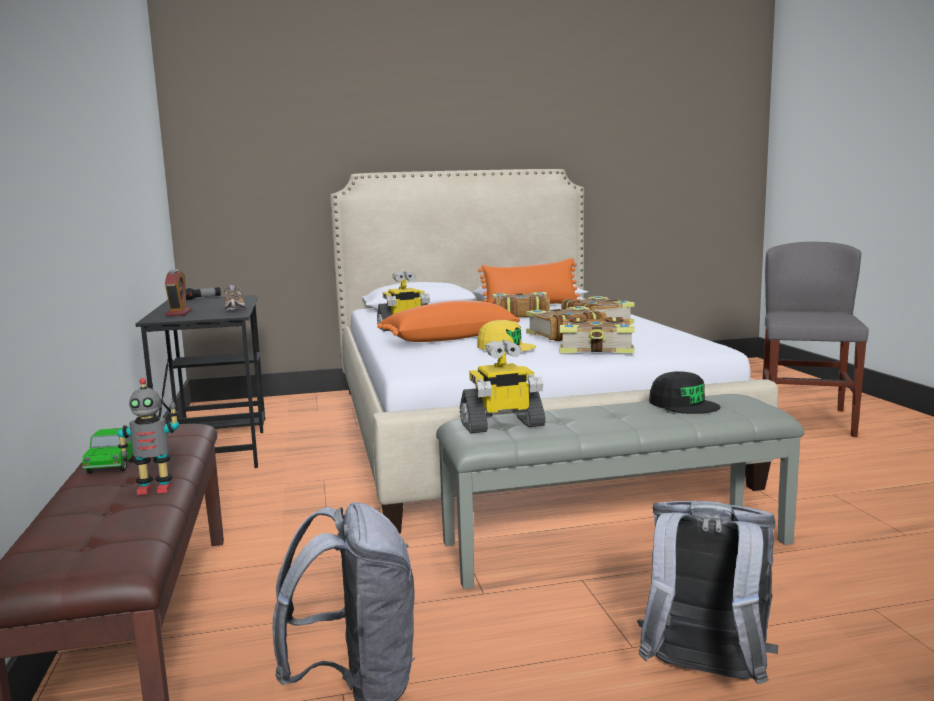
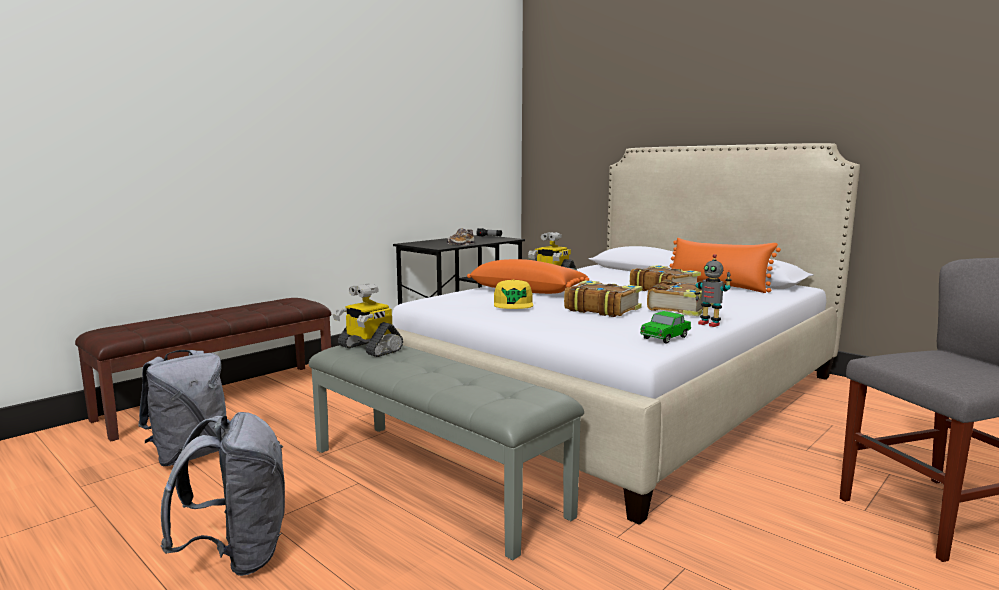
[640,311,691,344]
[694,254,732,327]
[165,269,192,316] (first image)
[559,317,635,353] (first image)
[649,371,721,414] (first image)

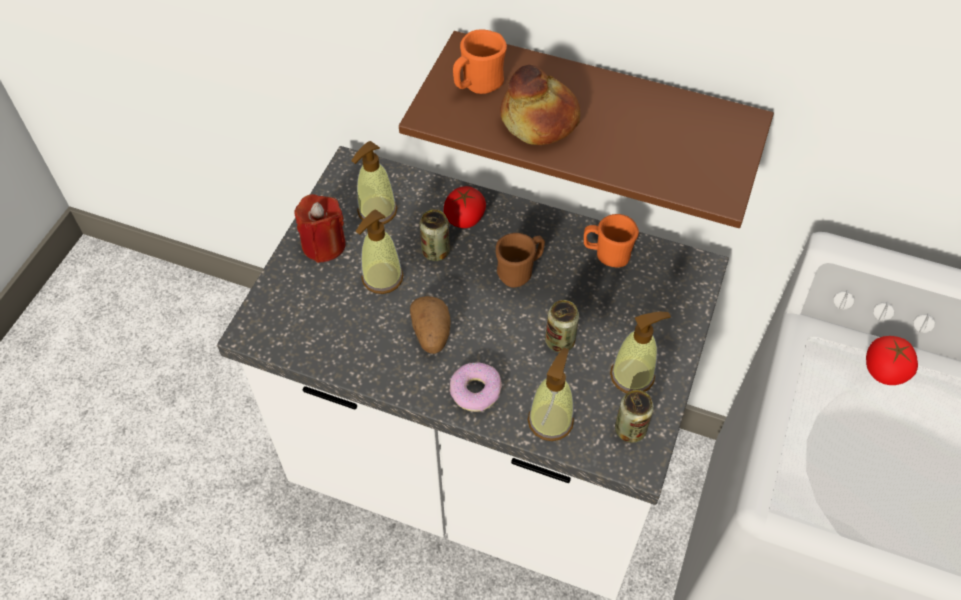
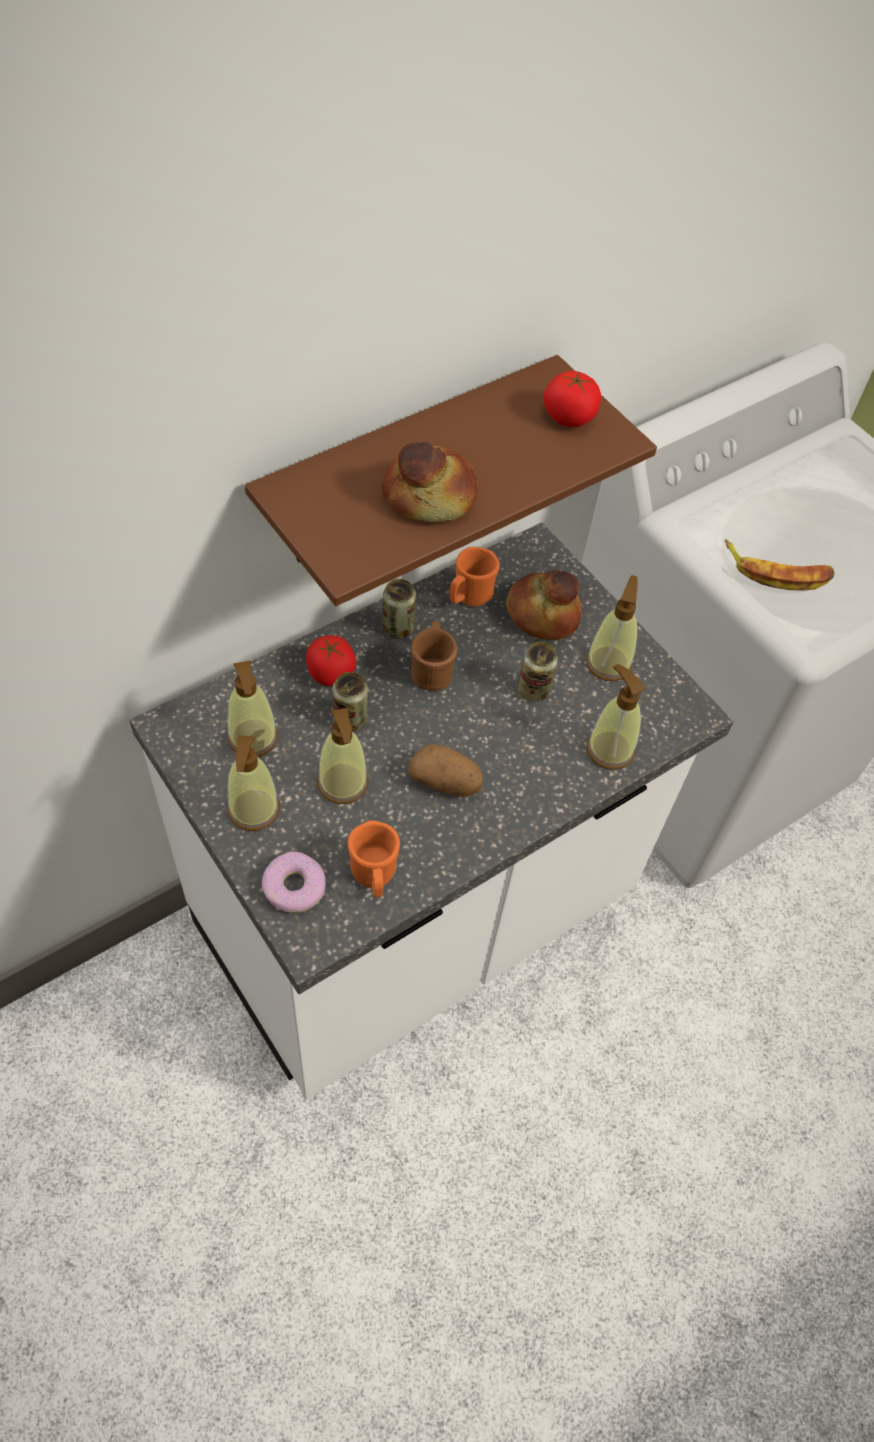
[227,735,280,831]
[262,852,325,913]
[348,820,400,897]
[382,579,416,639]
[506,570,582,640]
[543,371,601,427]
[725,539,835,591]

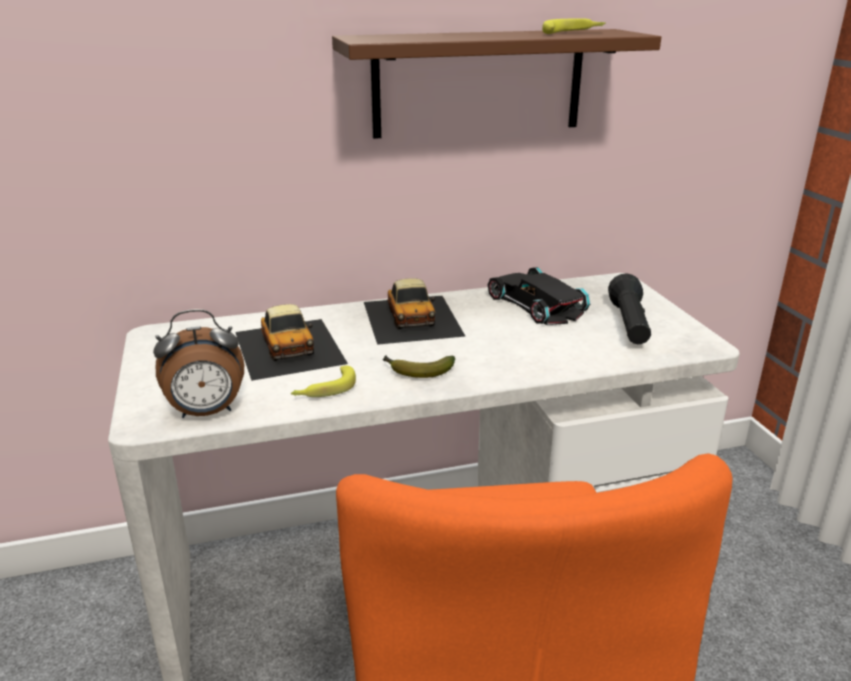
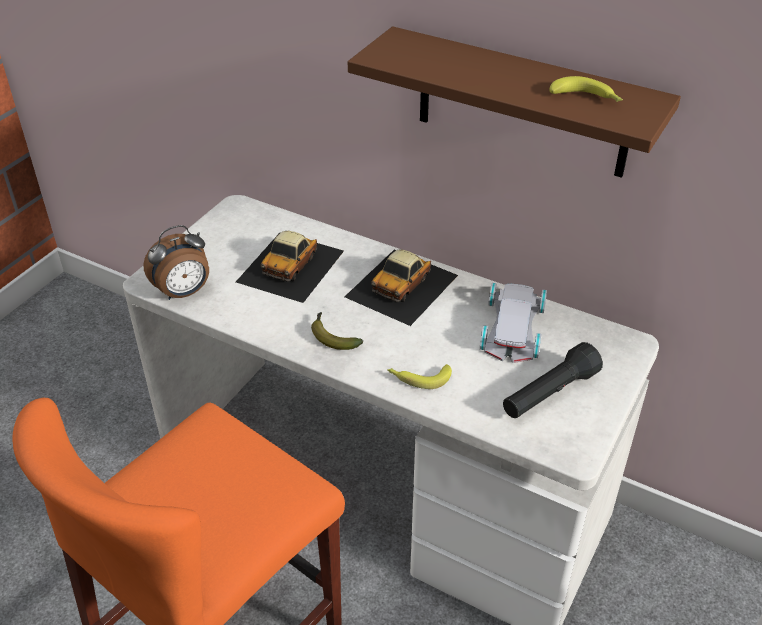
[143,225,209,300]
[387,364,452,389]
[480,283,547,363]

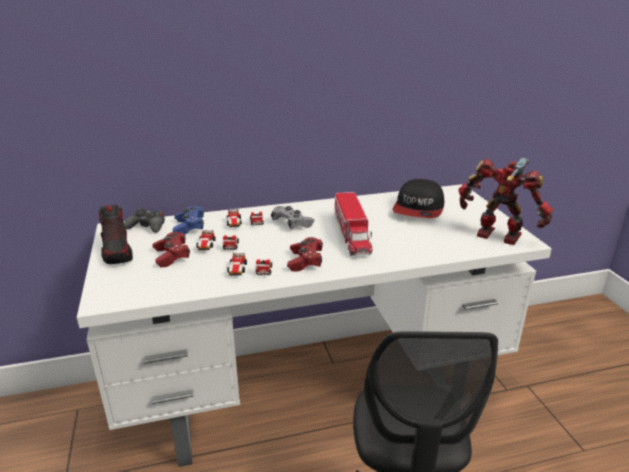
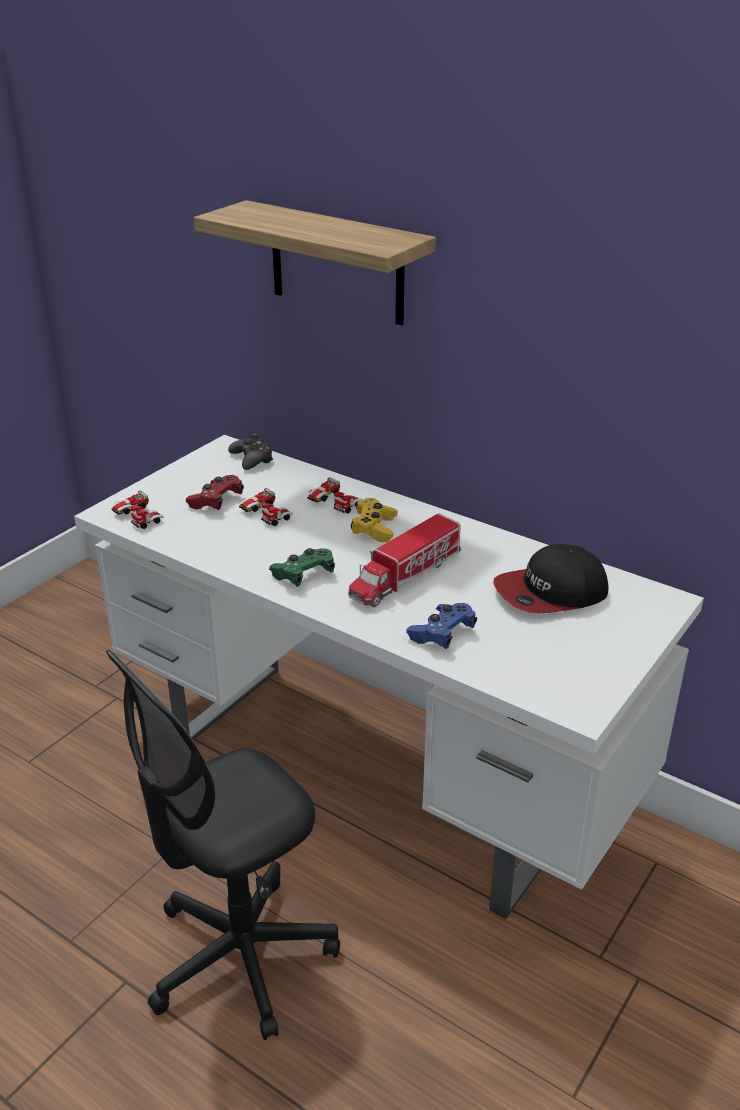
[111,490,164,529]
[194,200,436,326]
[269,548,335,587]
[351,498,398,542]
[406,603,477,649]
[99,205,133,264] (first image)
[458,157,553,245] (first image)

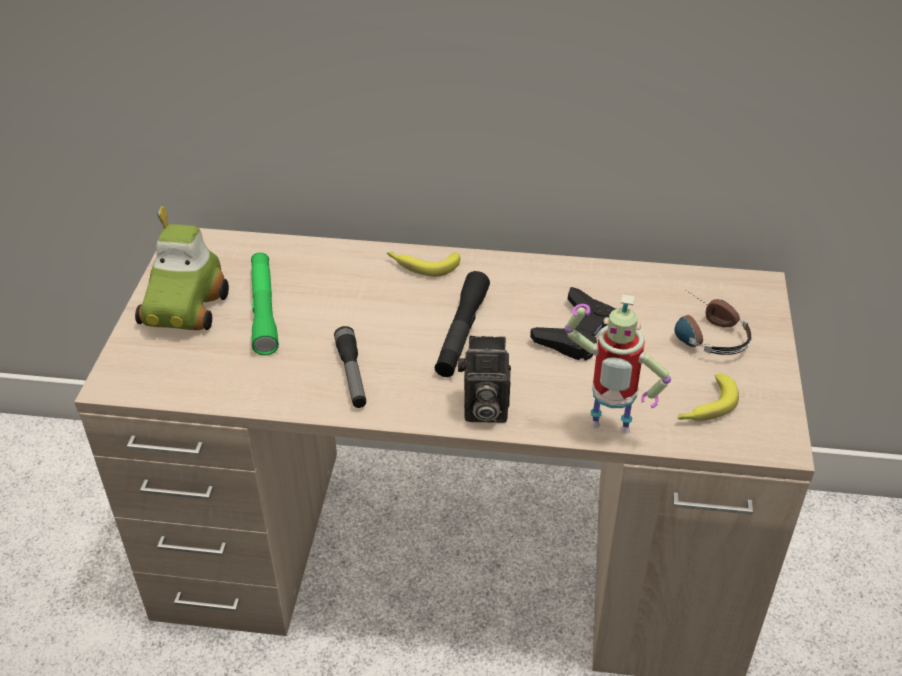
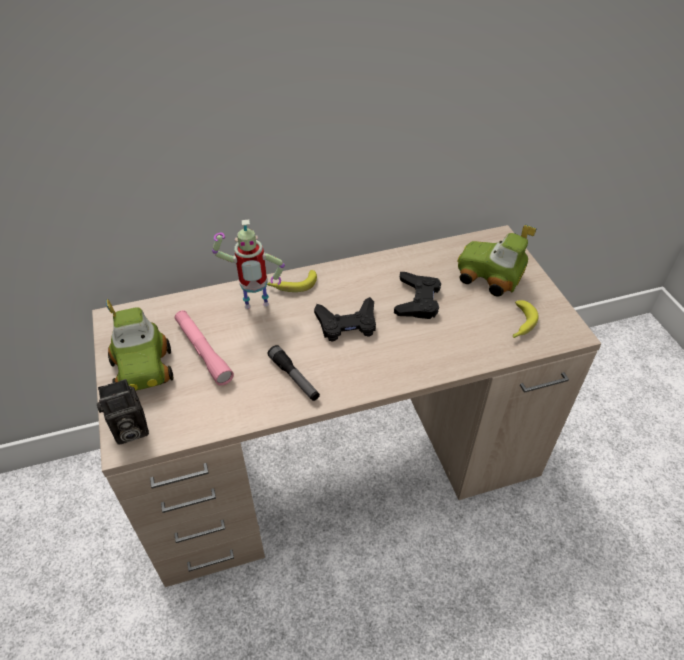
[97,379,149,445]
[174,310,234,386]
[212,220,285,309]
[314,297,376,342]
[457,225,536,297]

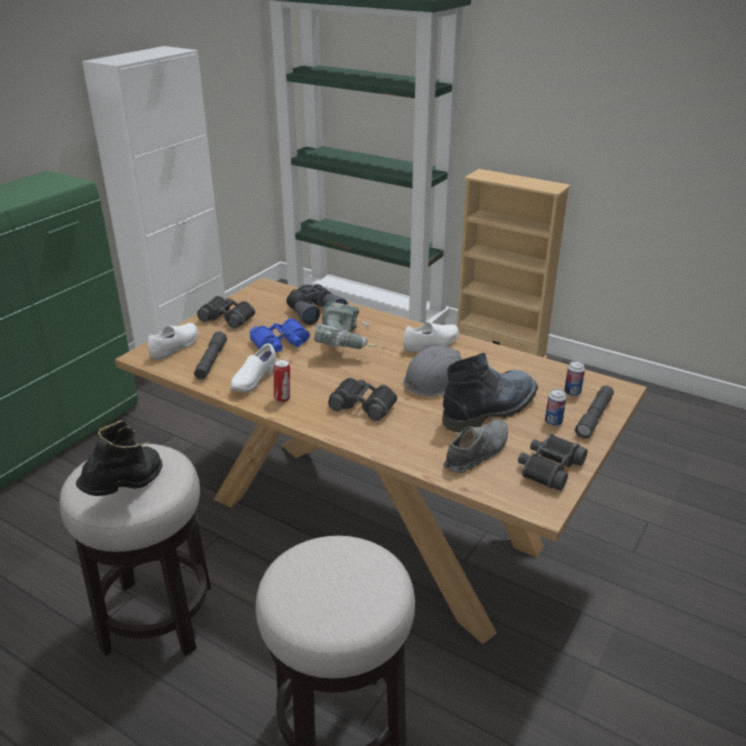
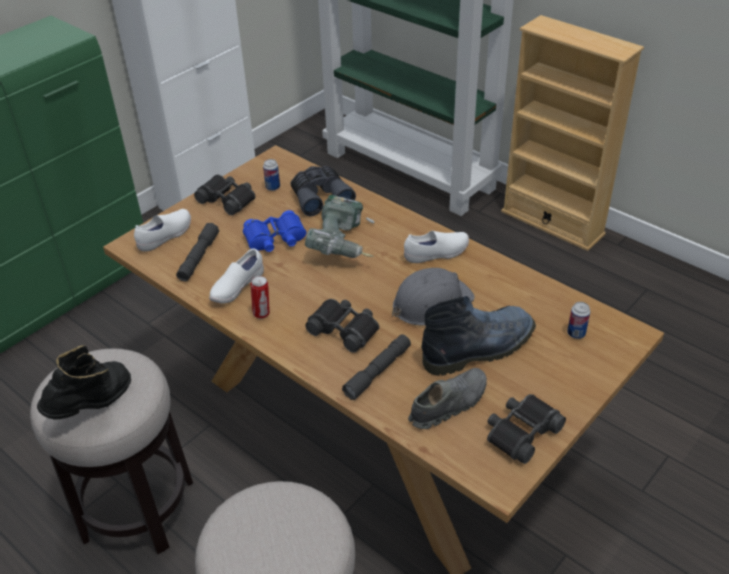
[263,159,280,191]
[342,334,411,400]

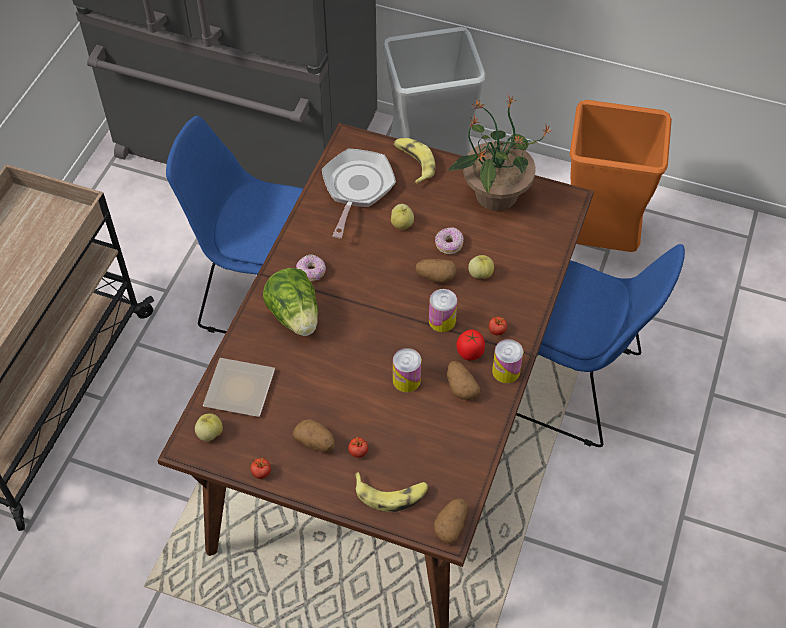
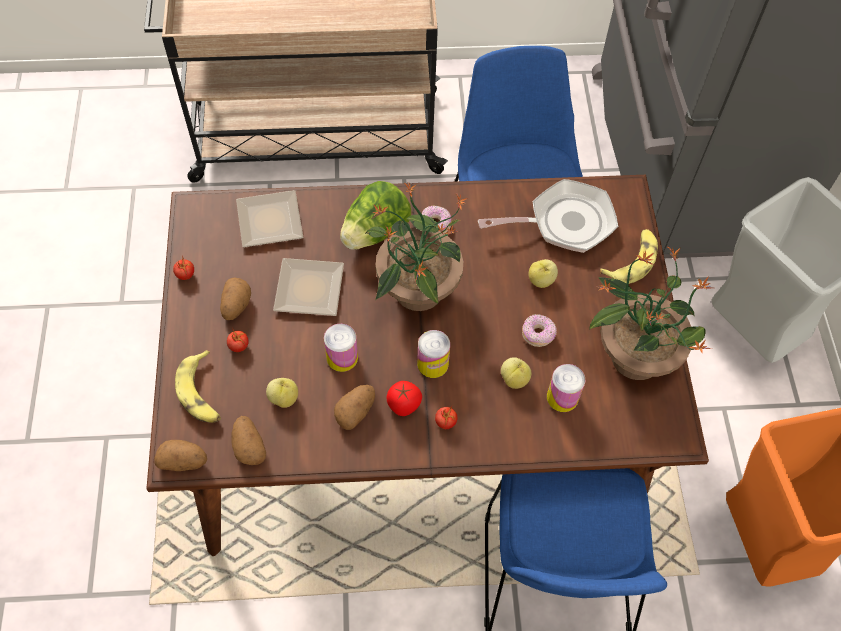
[231,416,266,465]
[266,378,298,408]
[273,258,344,316]
[365,182,468,311]
[547,364,585,412]

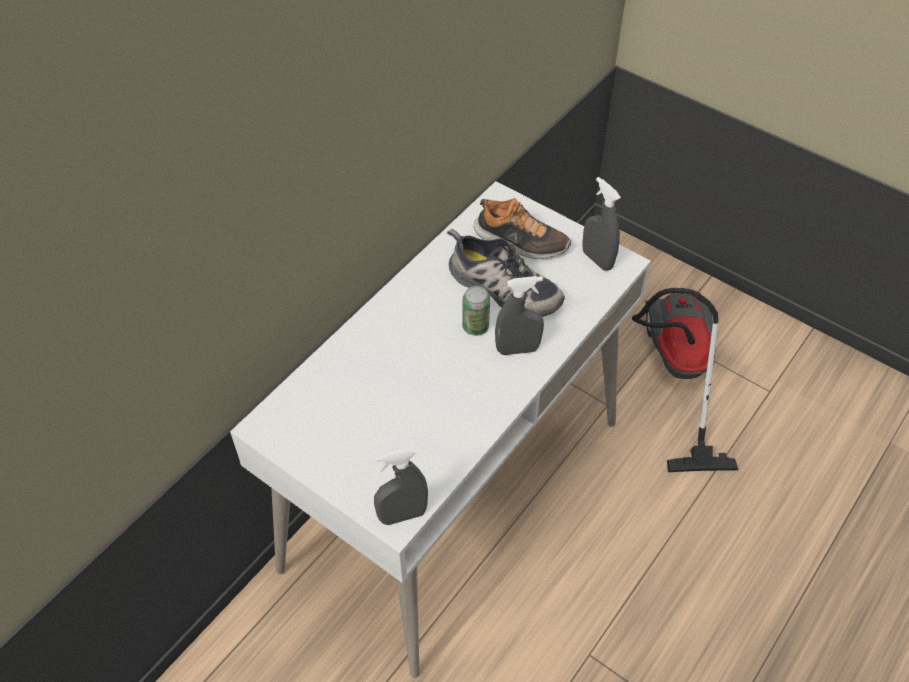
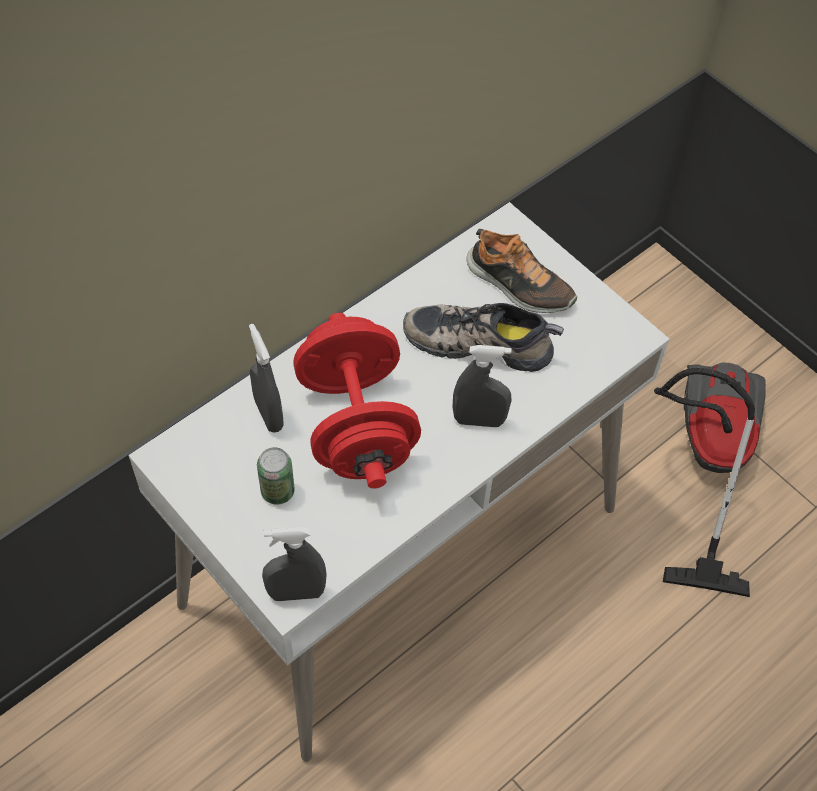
[249,324,284,433]
[257,447,295,505]
[293,313,421,488]
[403,303,564,372]

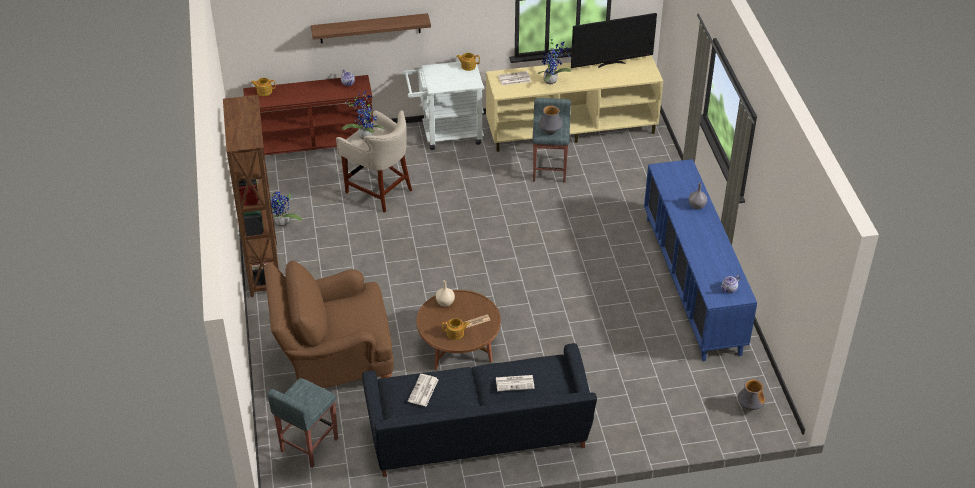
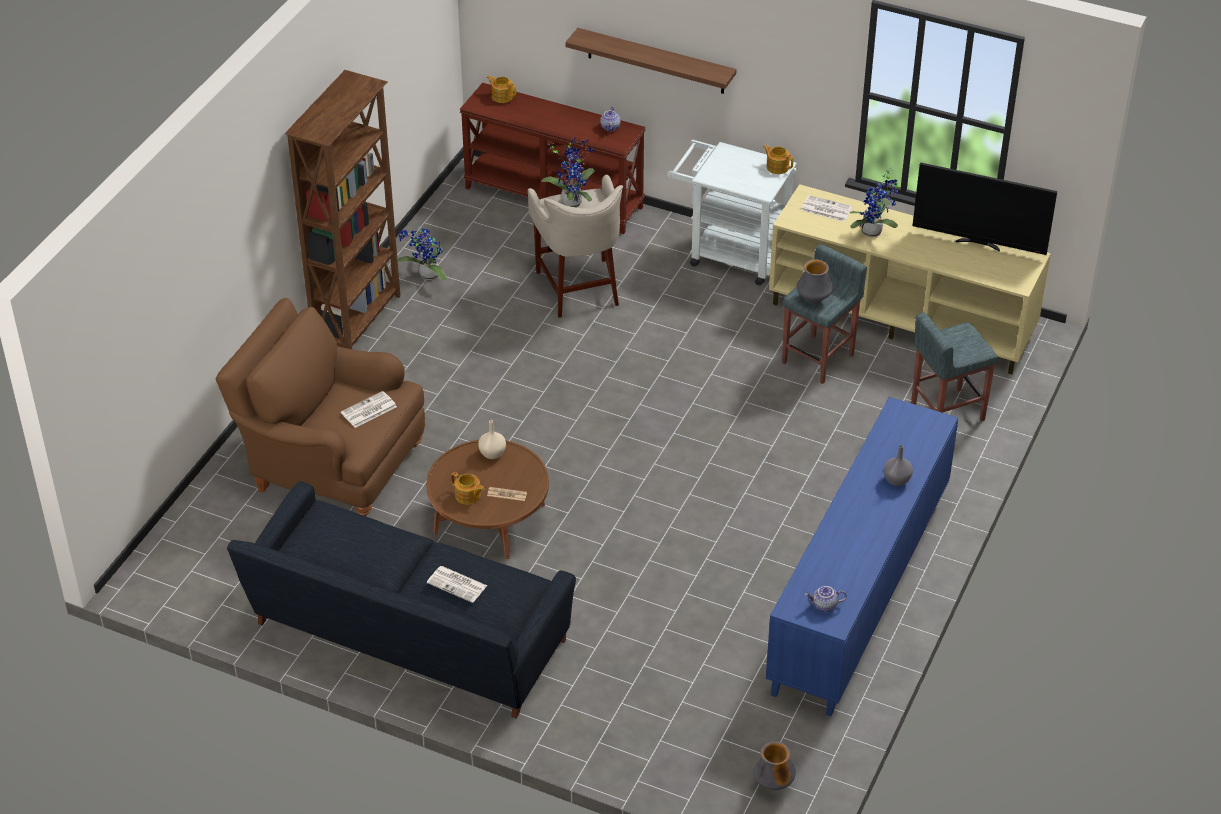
[341,391,397,428]
[911,312,998,421]

